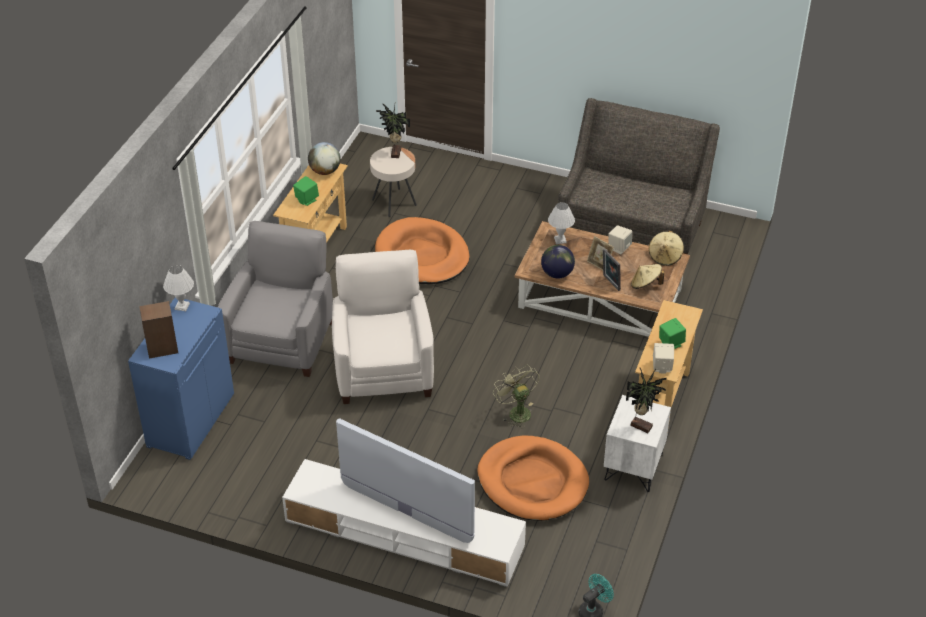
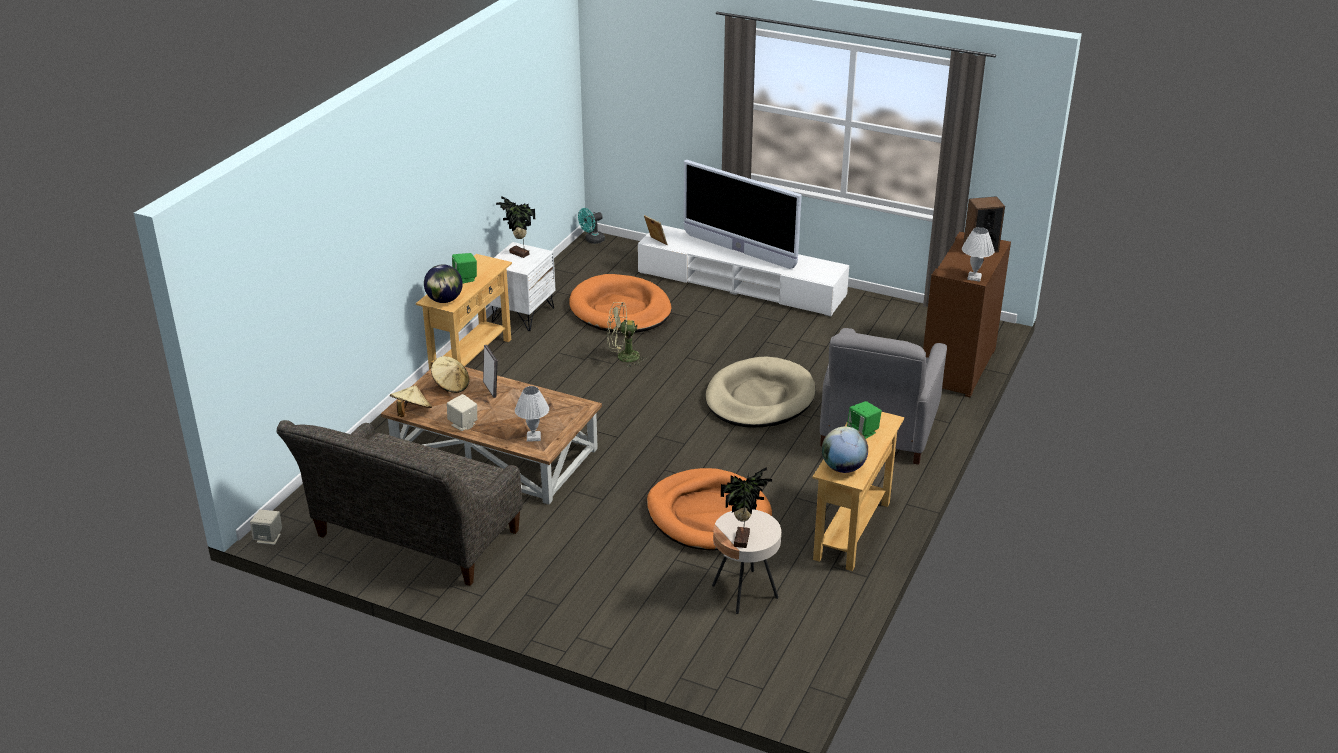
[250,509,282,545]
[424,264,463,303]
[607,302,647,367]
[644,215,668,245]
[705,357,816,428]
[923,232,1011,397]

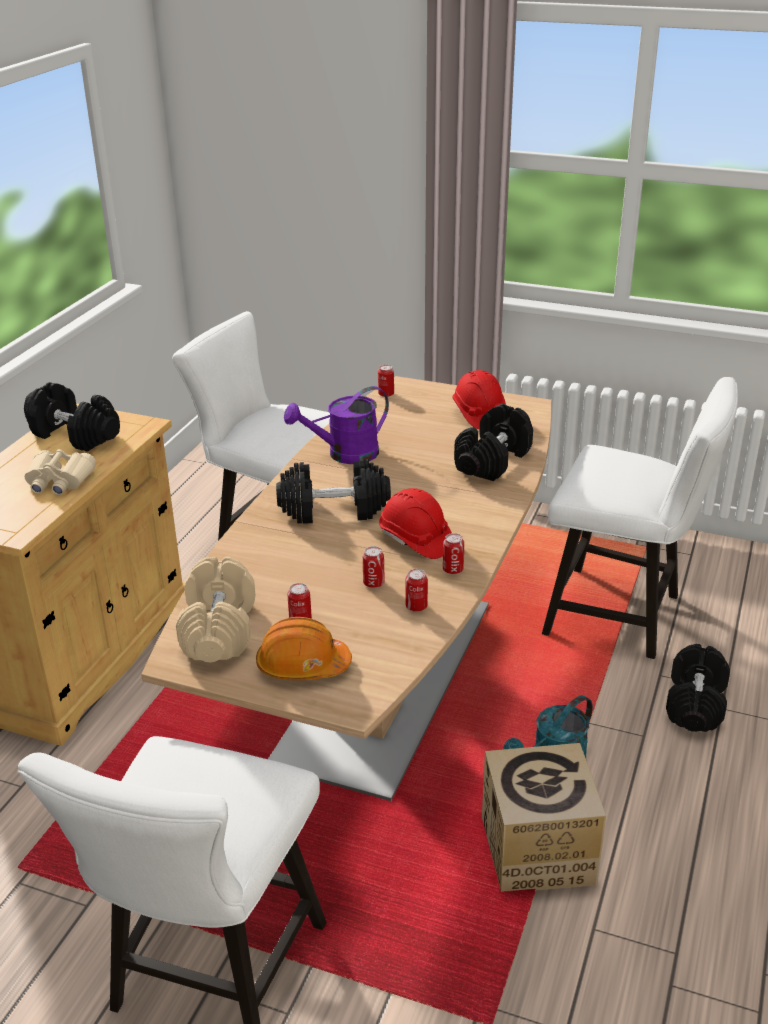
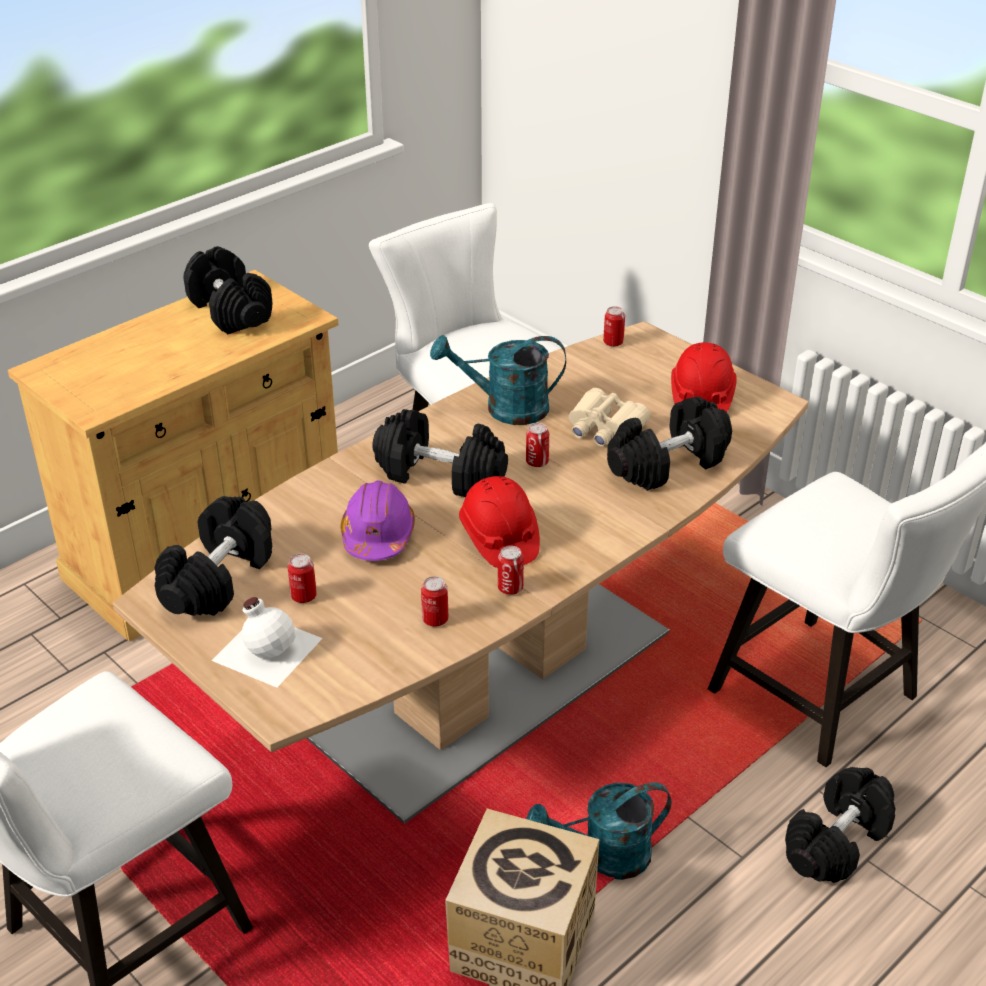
[155,496,272,616]
[211,597,323,688]
[340,481,415,561]
[430,335,566,425]
[526,423,549,467]
[569,388,650,446]

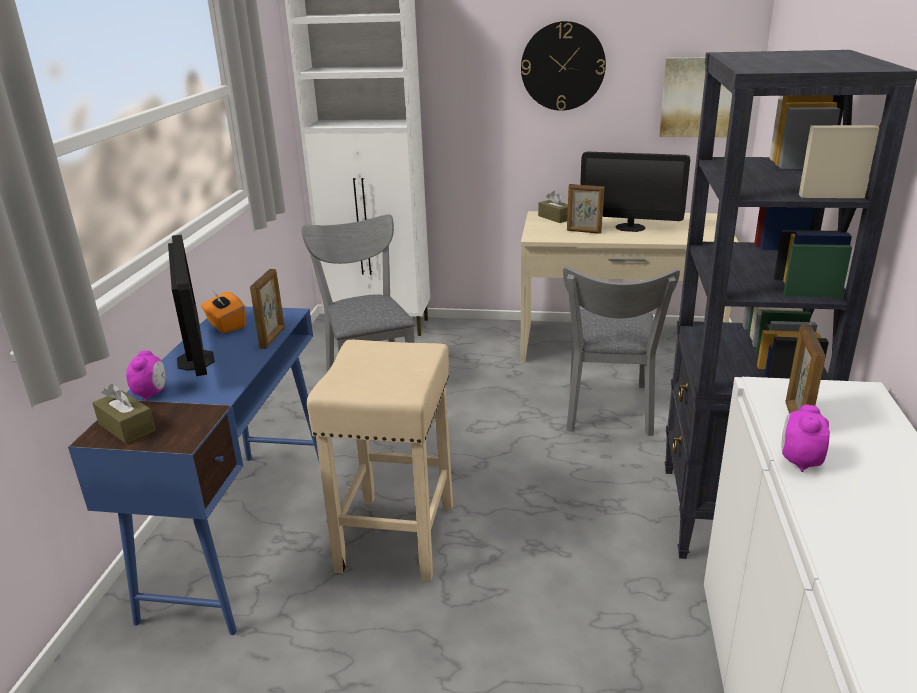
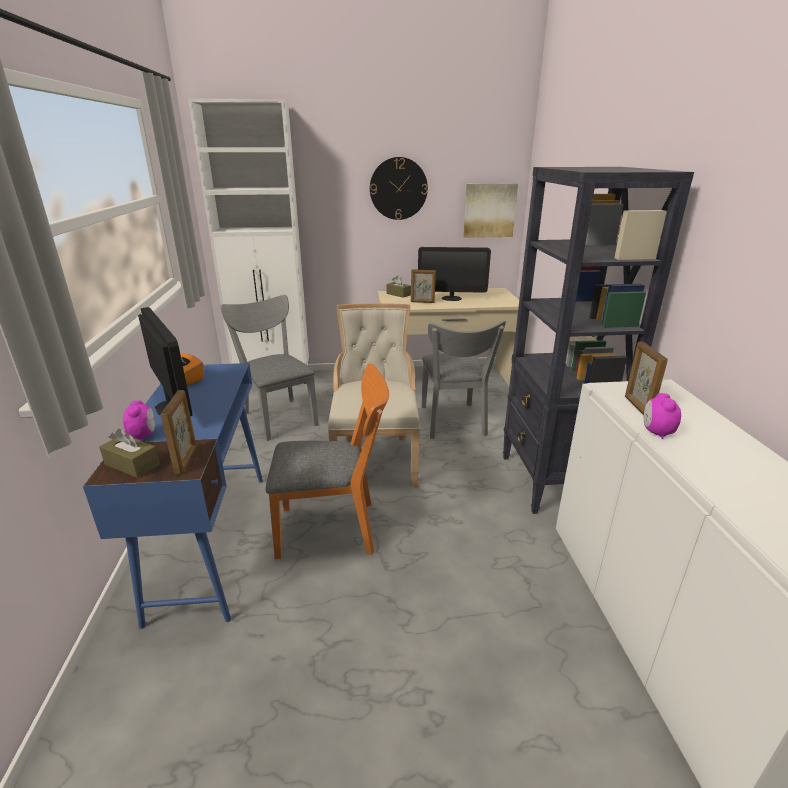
[161,390,197,475]
[266,363,389,559]
[328,303,420,488]

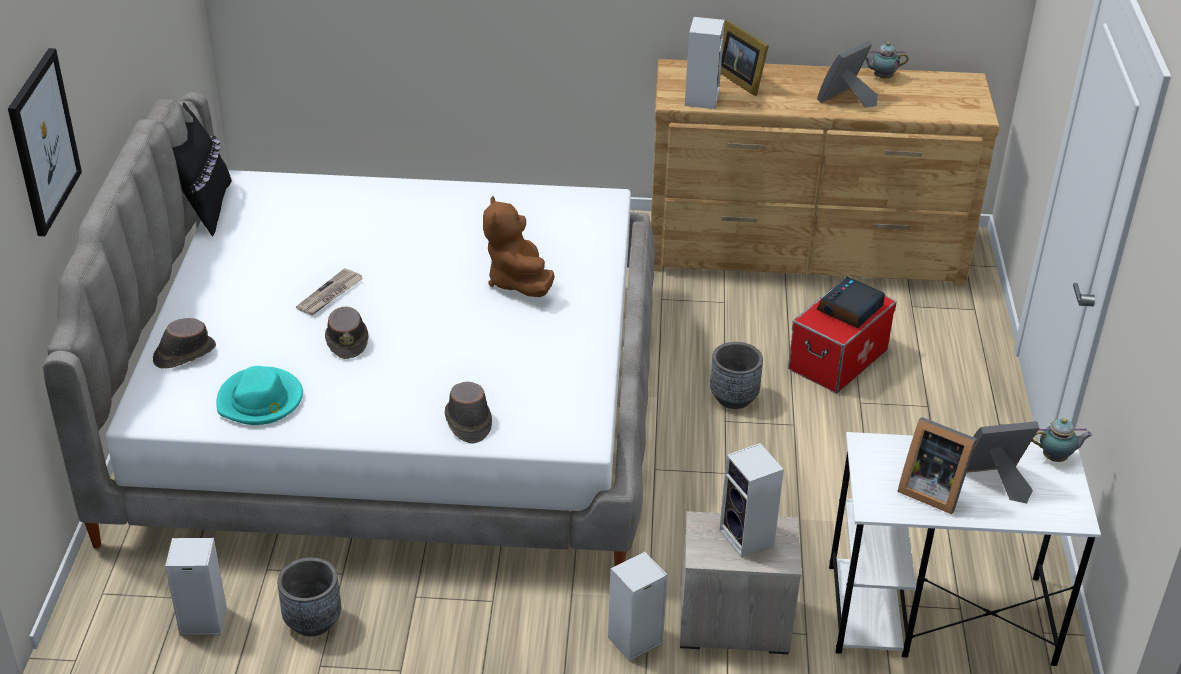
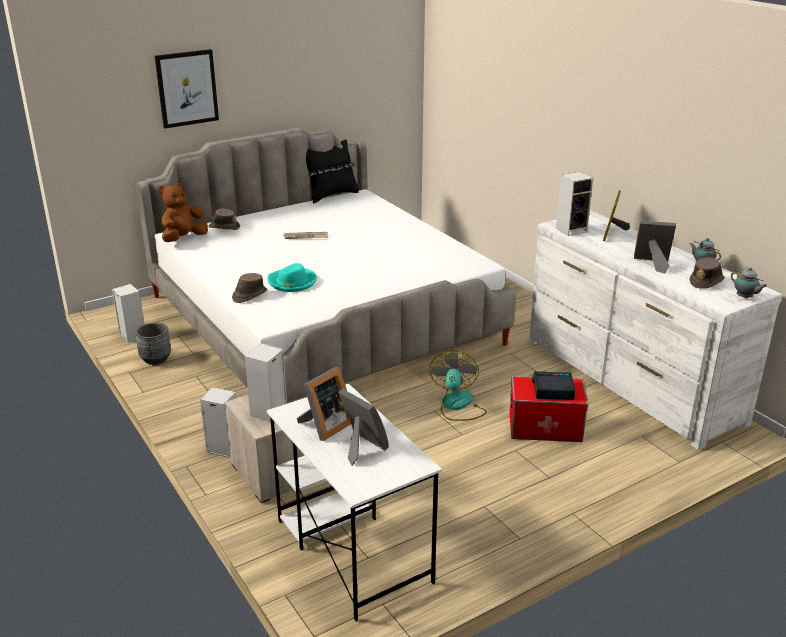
[159,183,208,242]
[267,263,317,292]
[297,367,351,441]
[429,350,487,421]
[529,210,783,450]
[689,257,725,289]
[731,267,767,299]

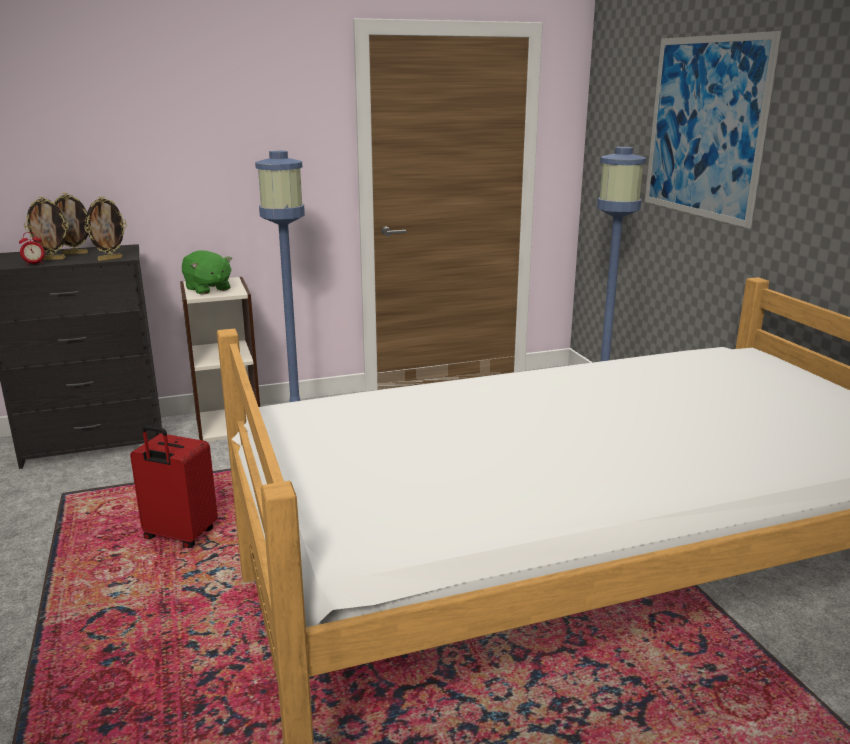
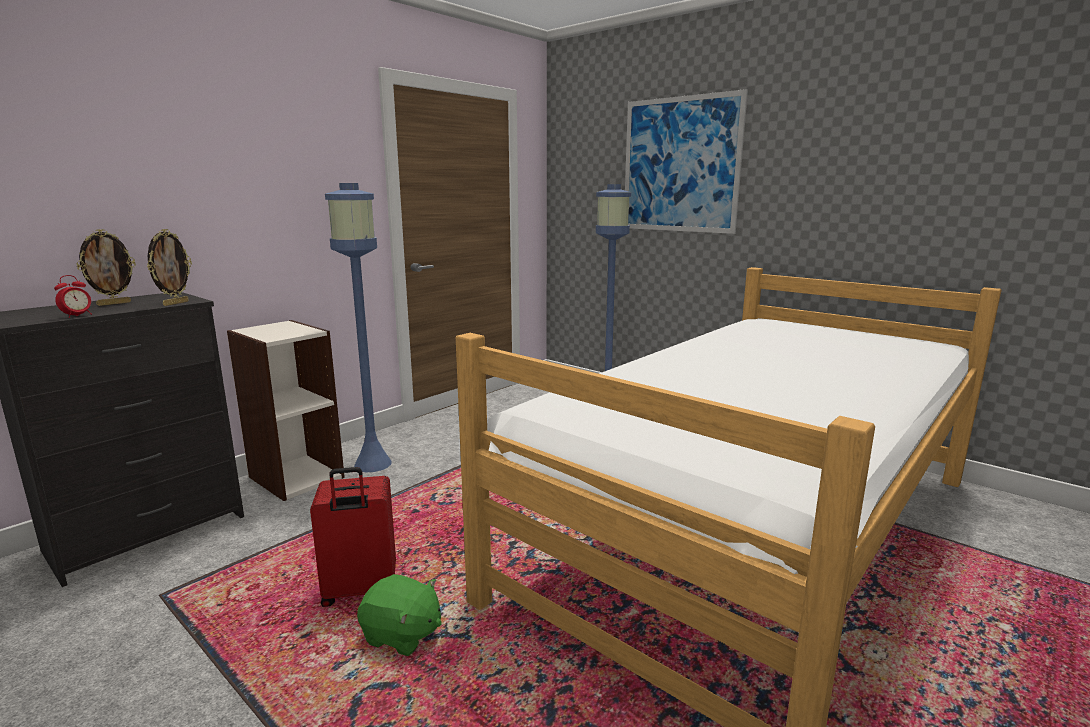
[357,574,442,656]
[24,197,69,260] (first image)

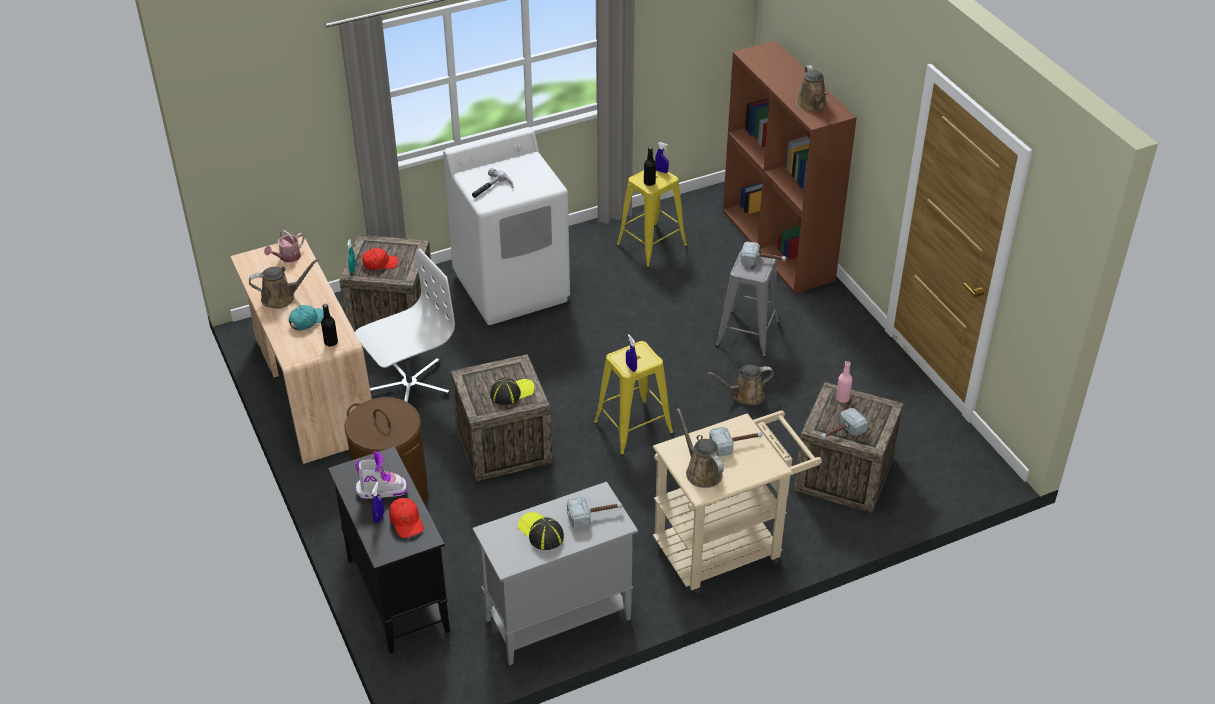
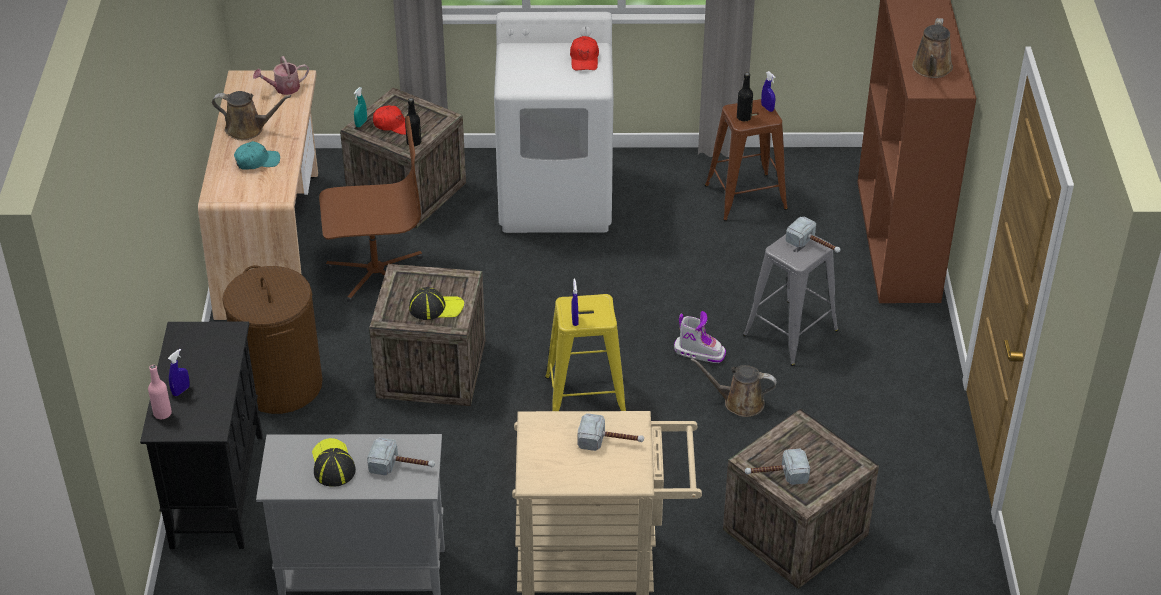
[148,365,172,419]
[319,116,423,303]
[405,98,421,147]
[570,36,599,70]
[674,311,726,363]
[705,99,788,221]
[472,168,514,198] (first image)
[677,408,724,488] (first image)

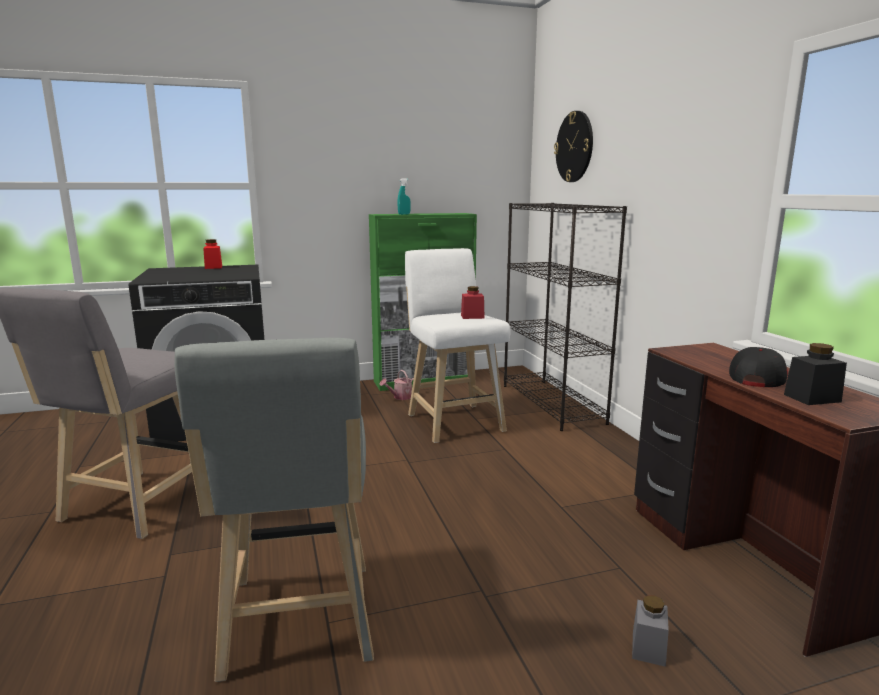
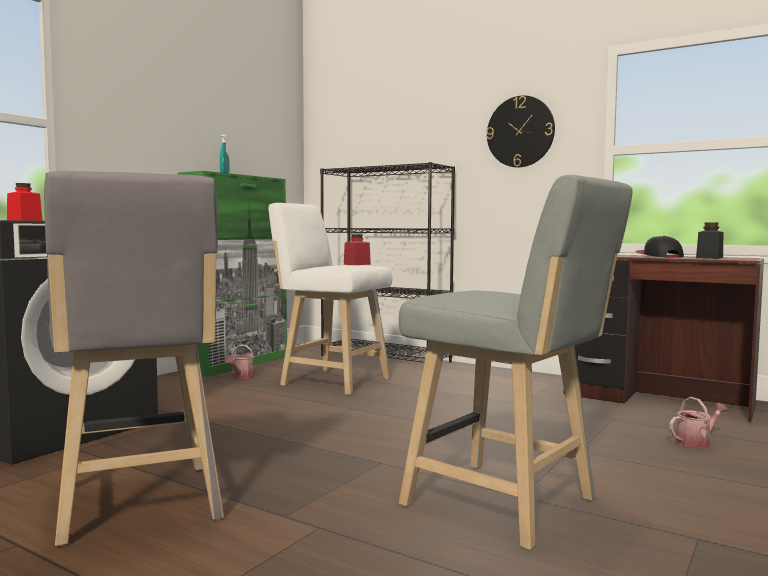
[486,95,555,168]
[669,397,728,448]

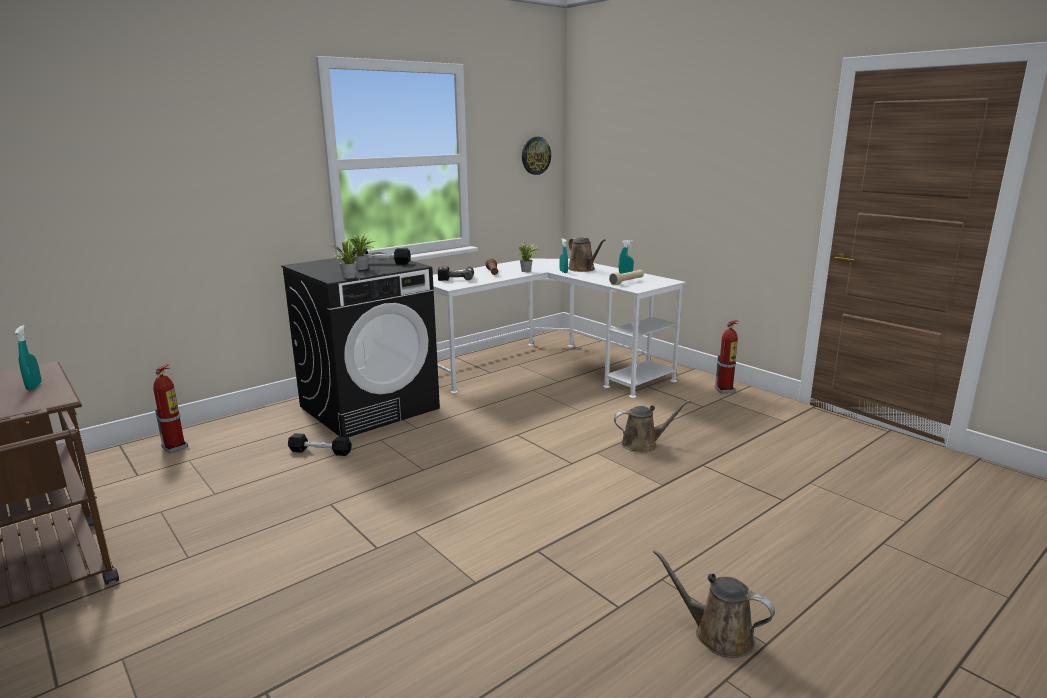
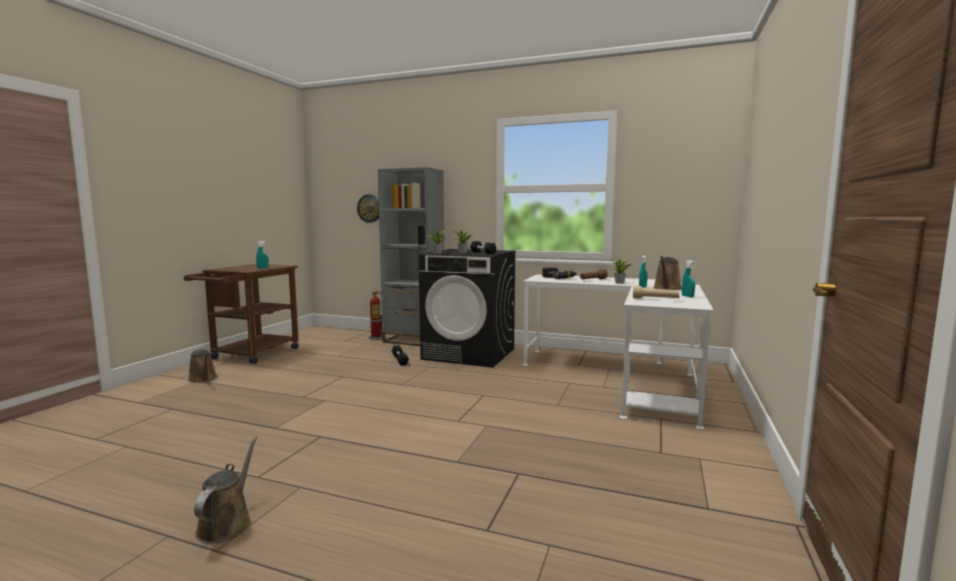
[188,349,217,383]
[357,195,379,223]
[378,167,444,346]
[715,320,738,393] (first image)

